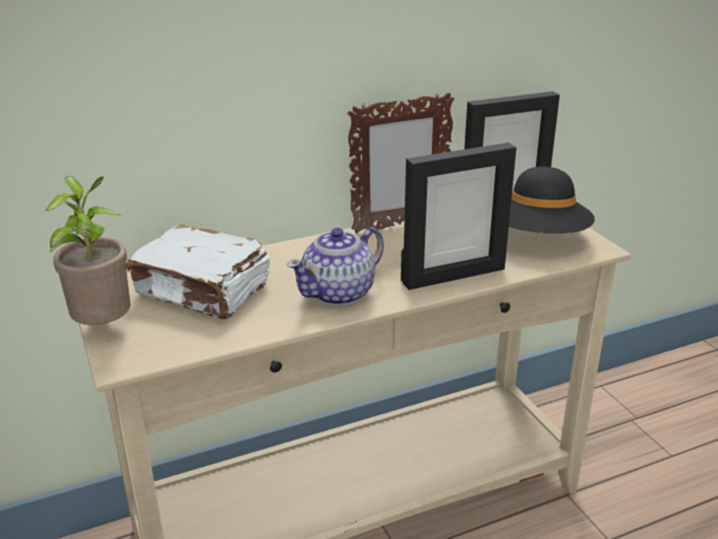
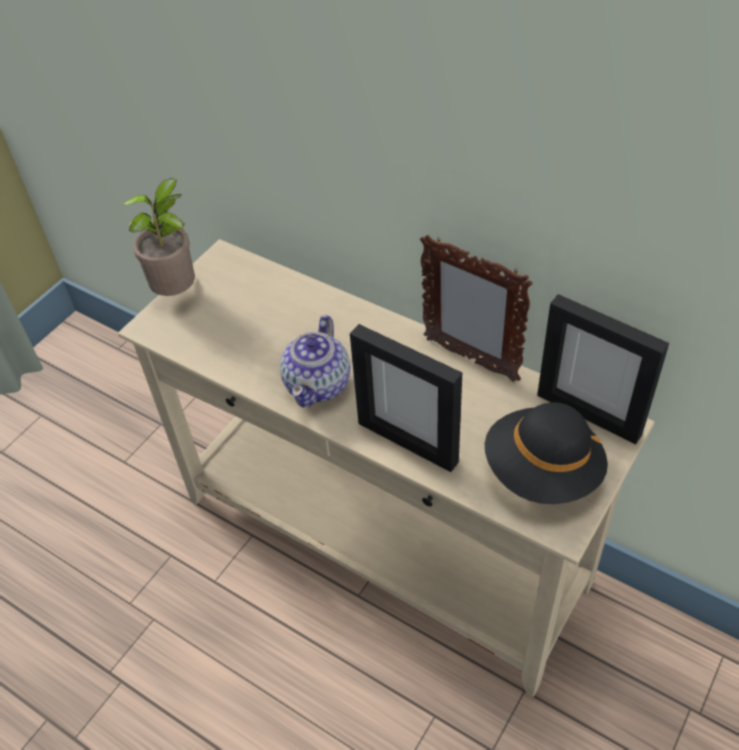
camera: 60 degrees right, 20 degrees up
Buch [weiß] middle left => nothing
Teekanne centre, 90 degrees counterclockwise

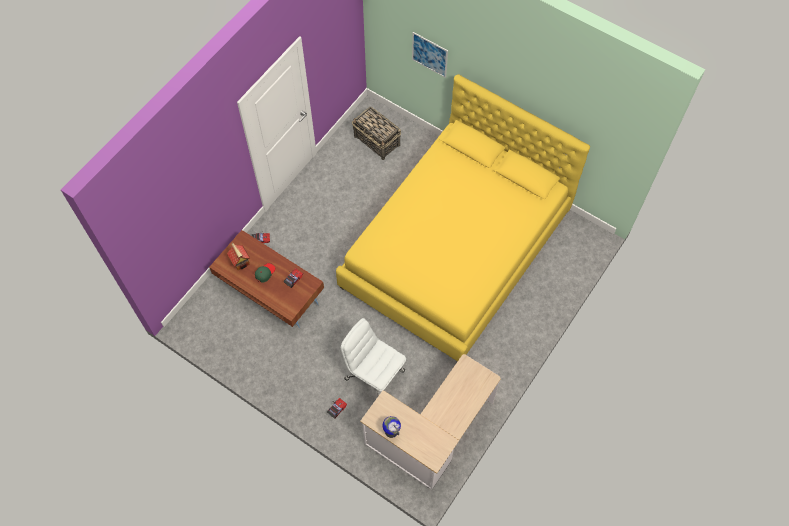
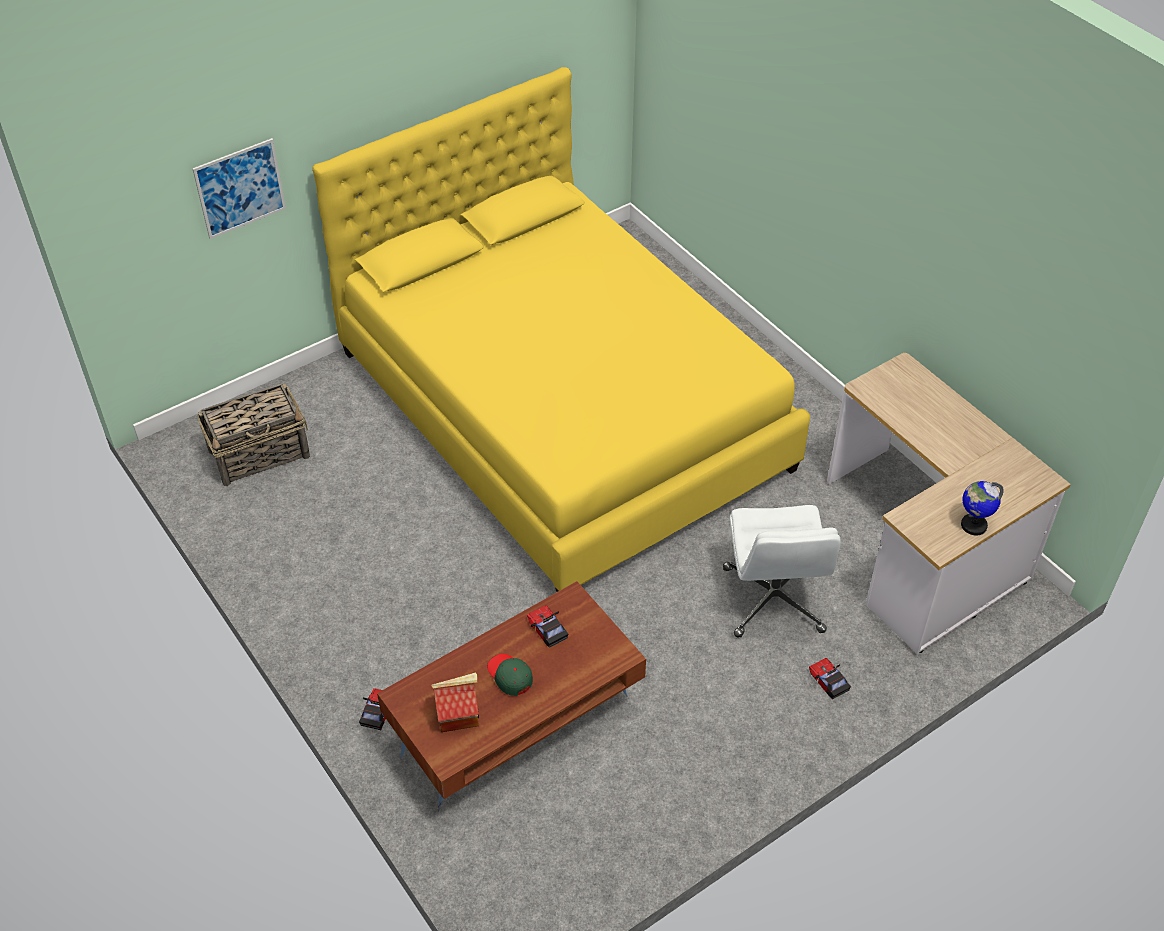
camera: 70 degrees left, 15 degrees down
Bürostuhl [weiß] bottom centre => Bürostuhl [weiß] middle right, 60 degrees counterclockwise

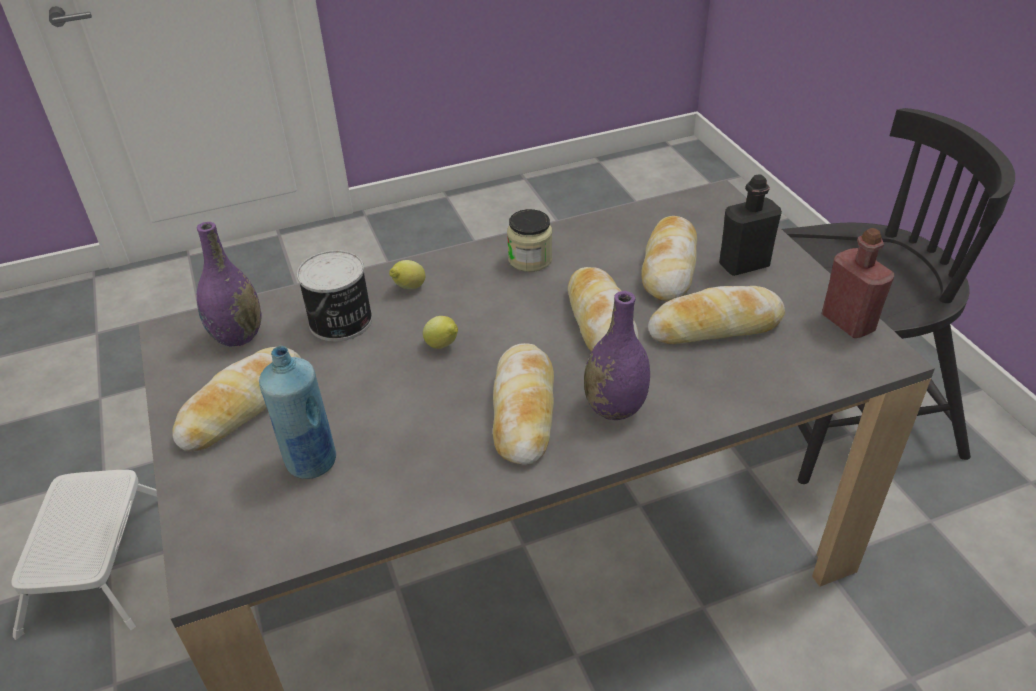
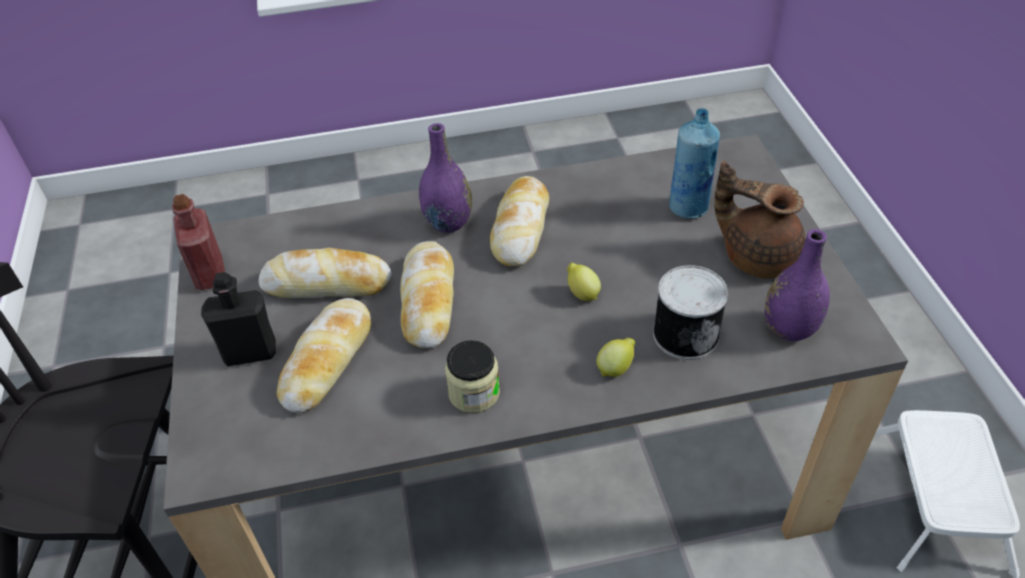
camera: 170 degrees left, 5 degrees up
Brot (1st from left) middle left => Teekanne [braun] middle right

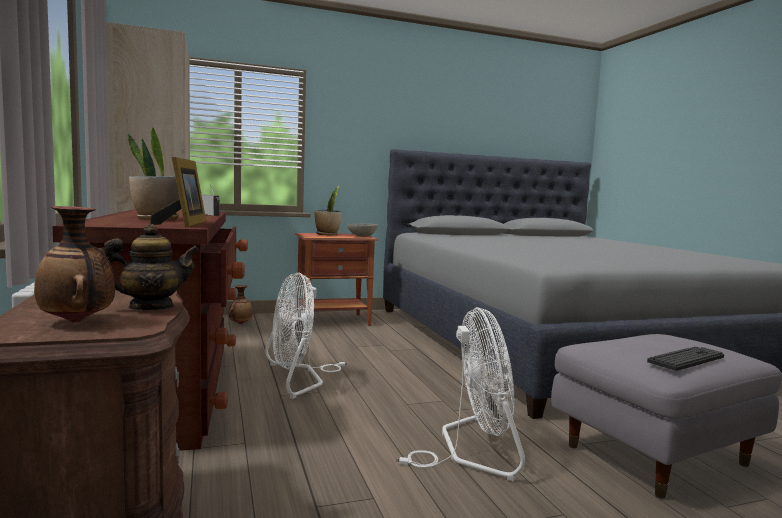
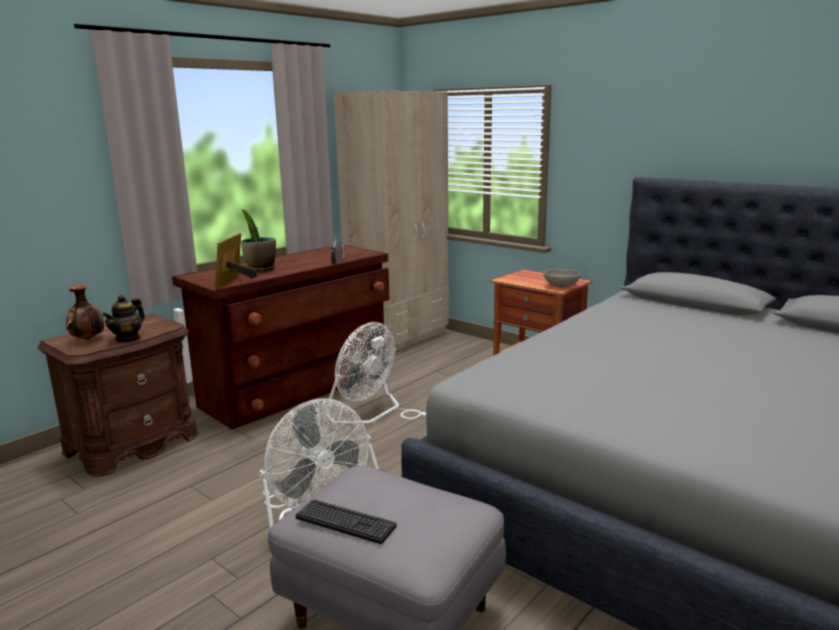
camera: 60 degrees right, 10 degrees up
Teekanne middle left, 75 degrees clockwise
Bilderrahmen middle left, 135 degrees clockwise
Vase (2nd from left) middle left => nothing
Topfpflanze (2nd from left) centre => nothing

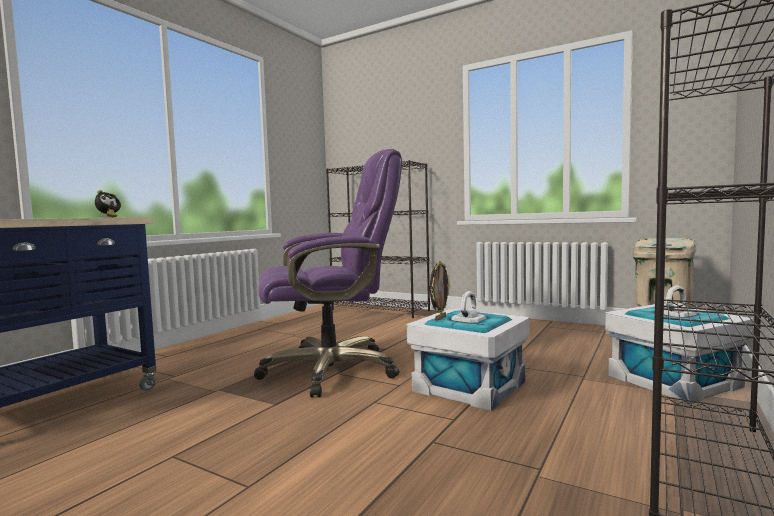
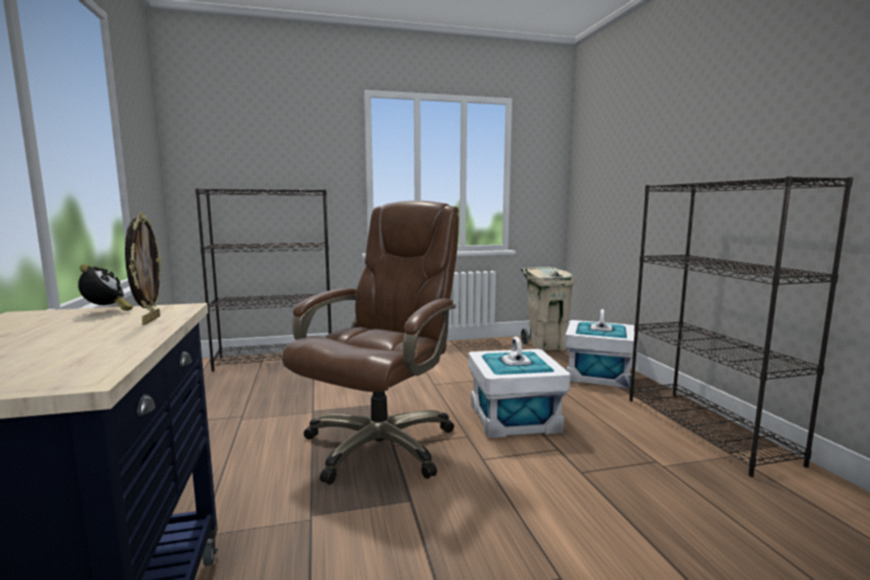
camera: 45 degrees left, 5 degrees up
Bürostuhl [lila] centre => Bürostuhl [braun] centre
Bilderrahmen centre => Bilderrahmen middle left, moved

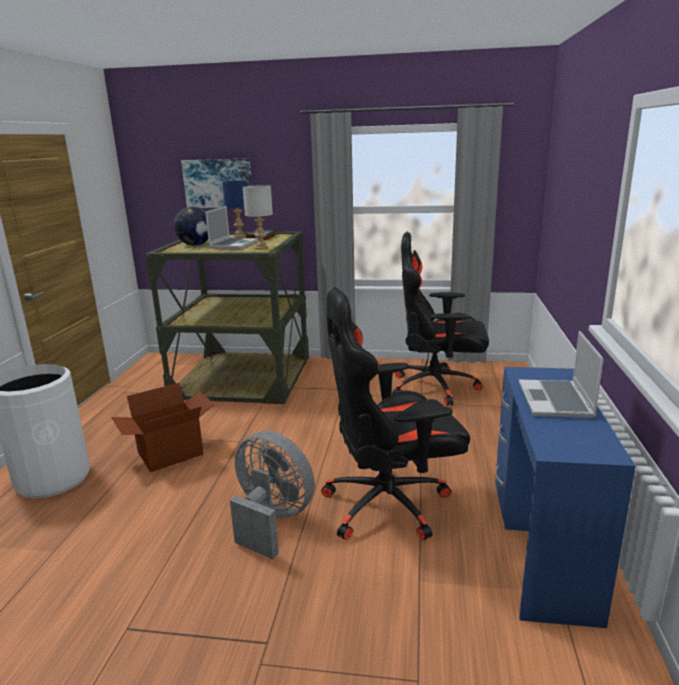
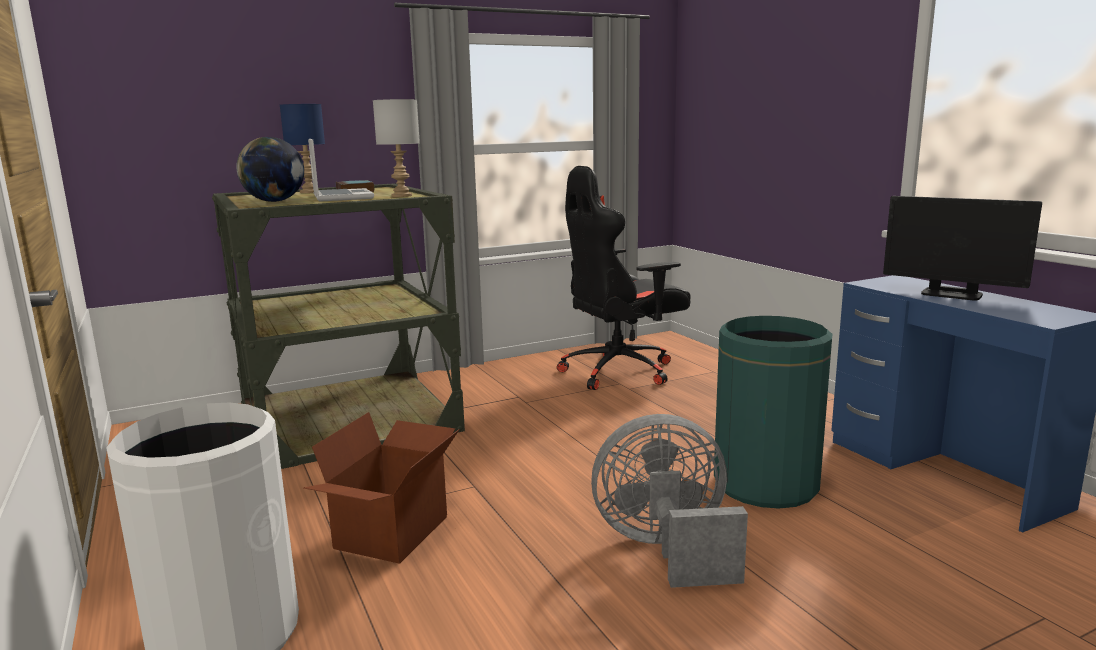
camera: 35 degrees left, 5 degrees down
Bild top left => nothing
Bürostuhl [schwarz] (1st from left) centre => Mülleimer [grün] middle right
Laptop (2nd from left) middle right => Monitor middle right

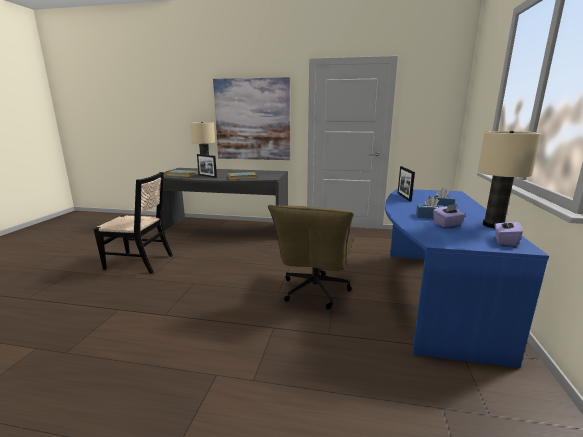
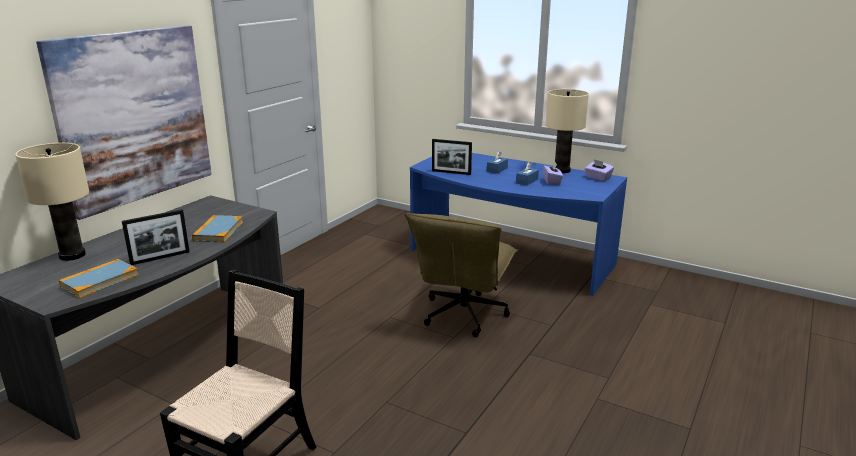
camera: 70 degrees left, 5 degrees up
Bürostuhl [beige] centre, 75 degrees clockwise

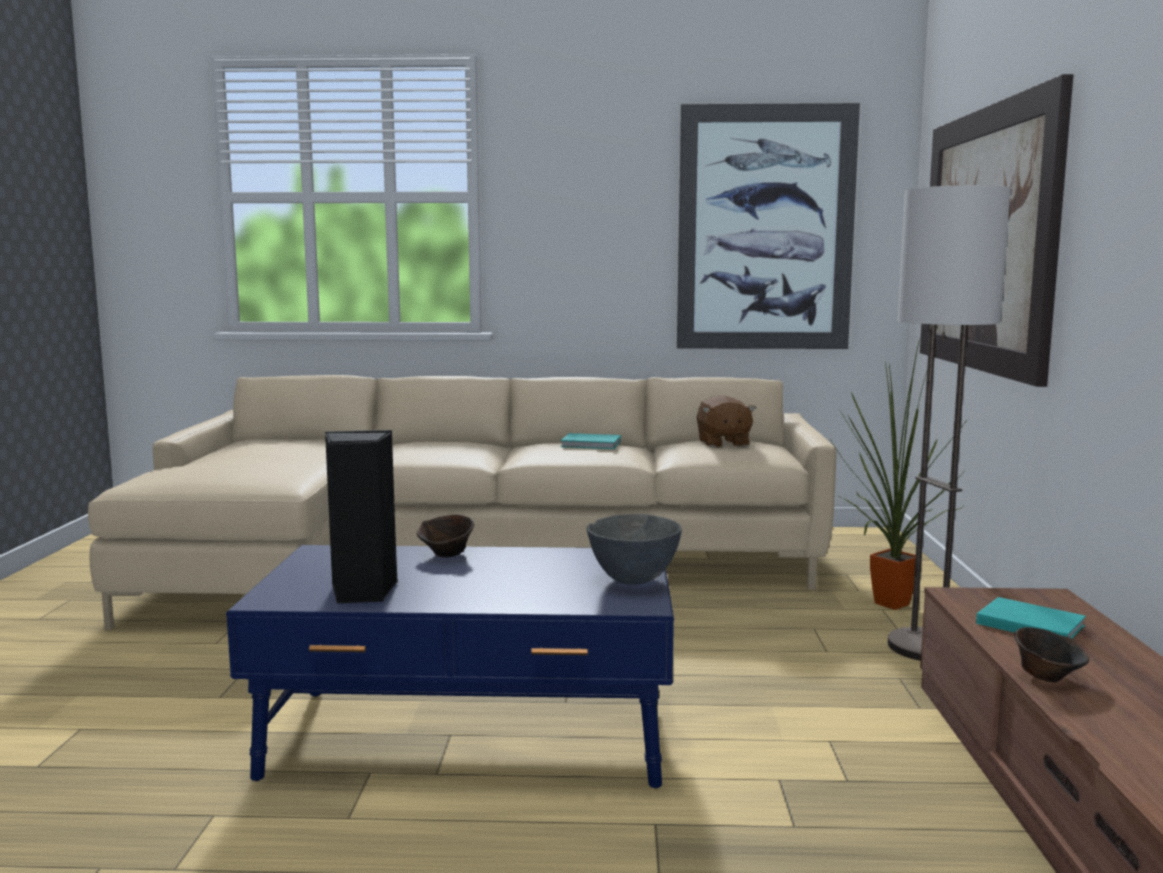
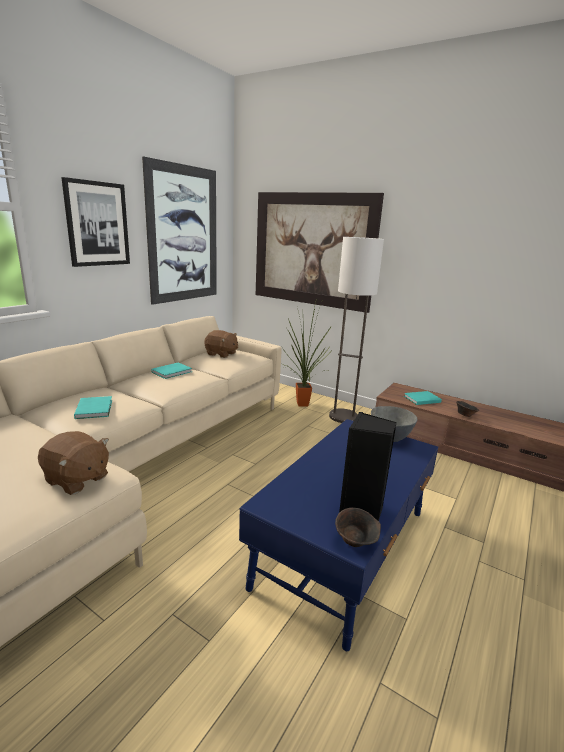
camera: 60 degrees left, 10 degrees up
Schüssel [braun] (1st from left) centre => Schüssel [braun] (1st from left) bottom centre, moved
nothing => Plüschtier [braun] (1st from left) middle left
nothing => Bild (1st from left) top left
nothing => Buch [türkis] (1st from left) middle left

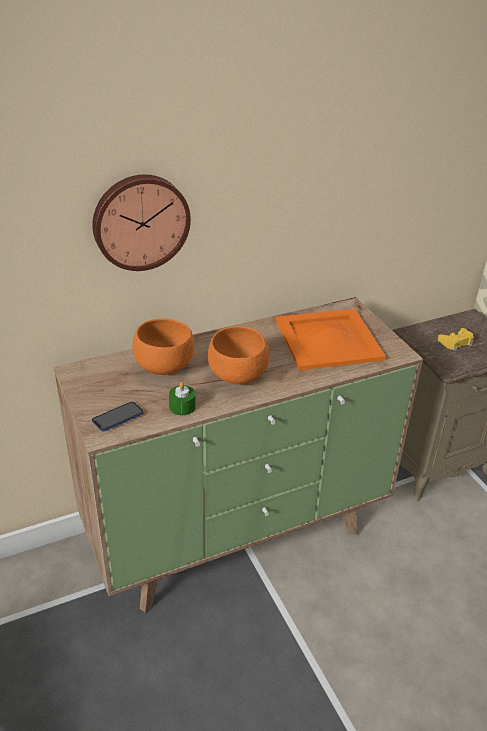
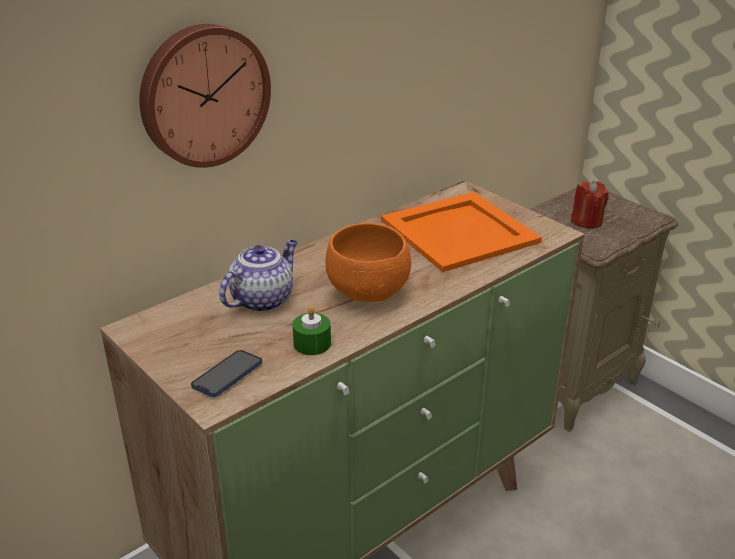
camera: 15 degrees left, 5 degrees down
Schüssel [orange] (1st from left) centre => Teekanne centre
Gamepad [gelb] middle right => Kerze [rot] middle right

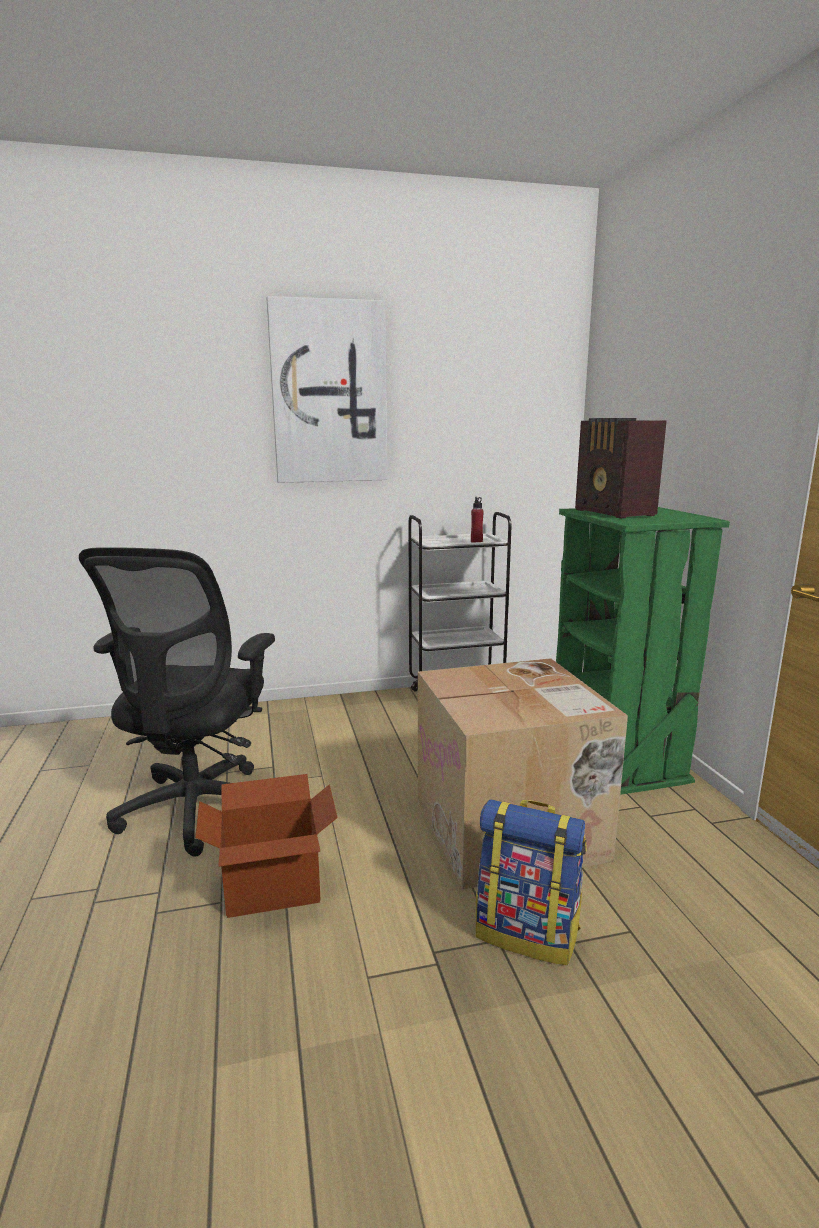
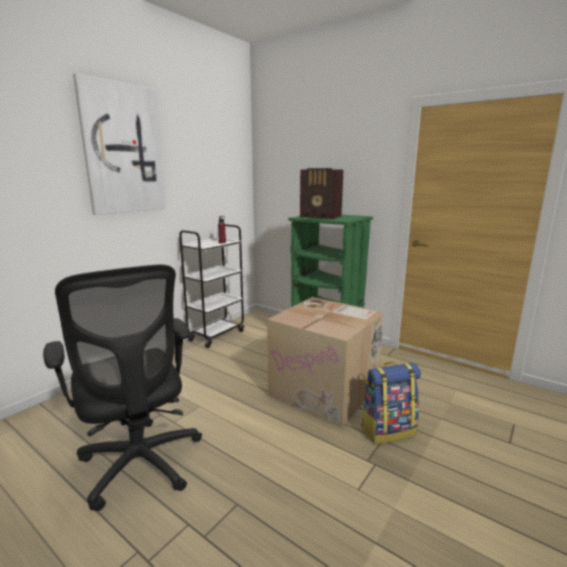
camera: 40 degrees left, 0 degrees up
Karton (1st from left) bottom left => nothing

